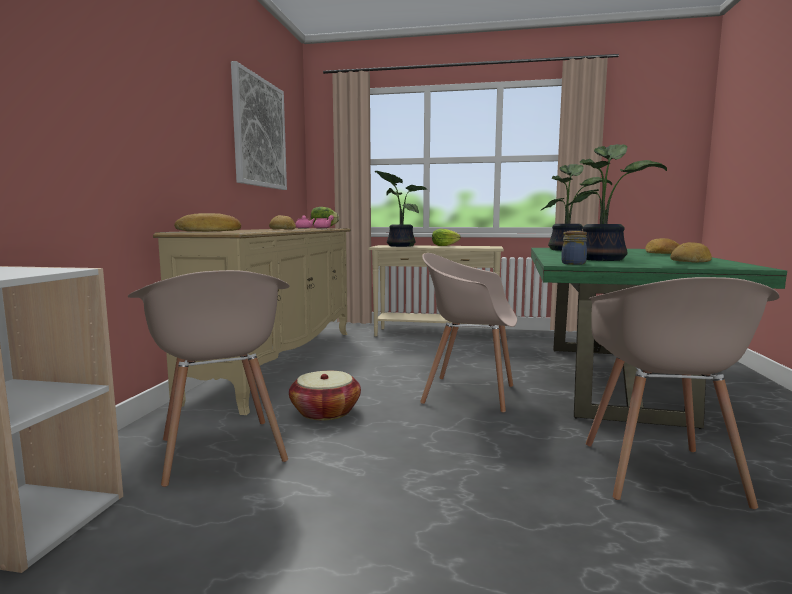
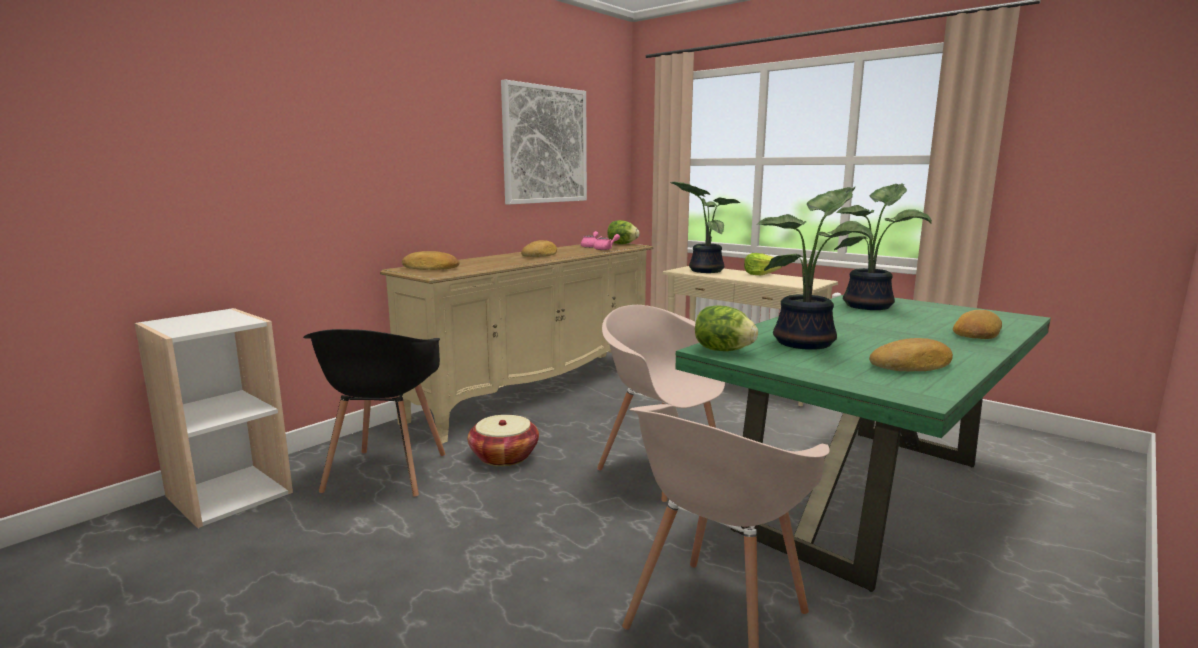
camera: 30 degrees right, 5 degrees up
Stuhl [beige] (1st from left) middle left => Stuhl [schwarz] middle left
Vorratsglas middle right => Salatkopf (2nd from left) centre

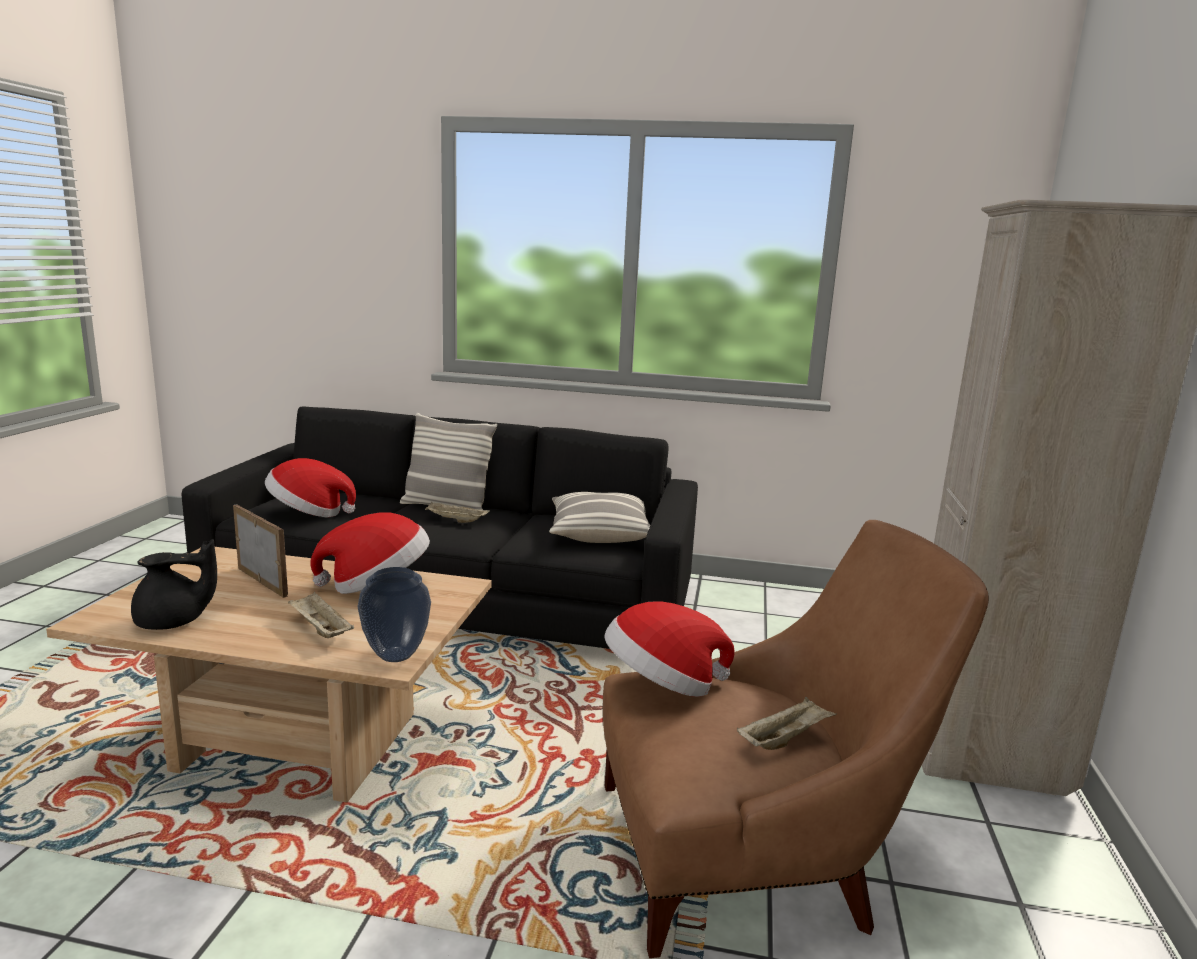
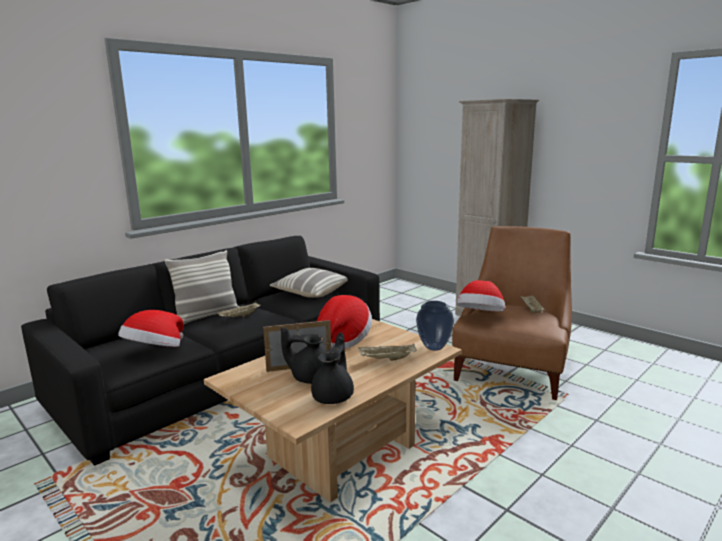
camera: 55 degrees left, 0 degrees up
nothing => Teekanne [schwarz] (1st from left) centre

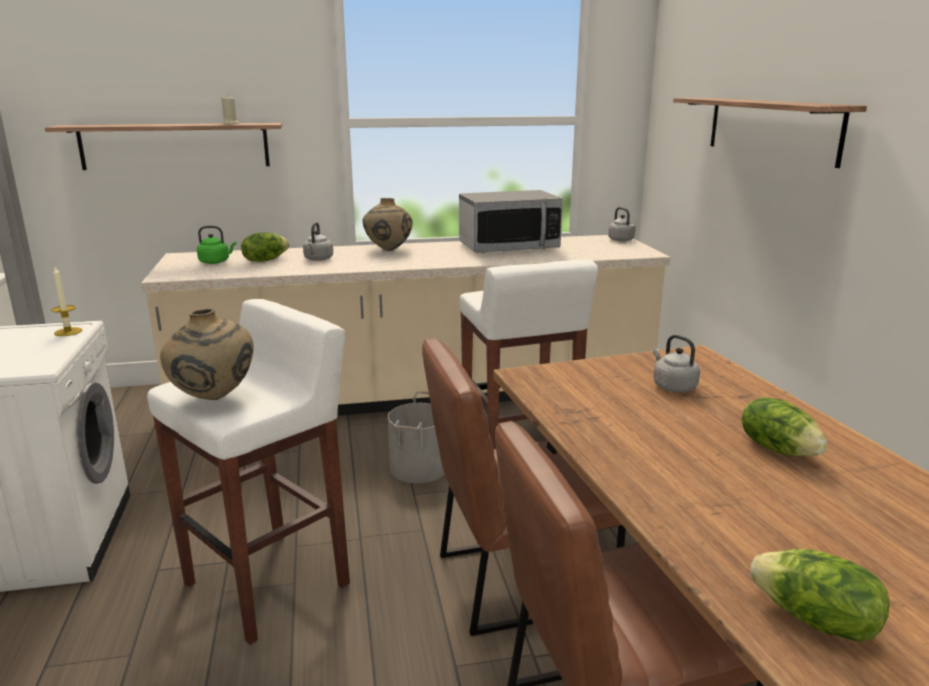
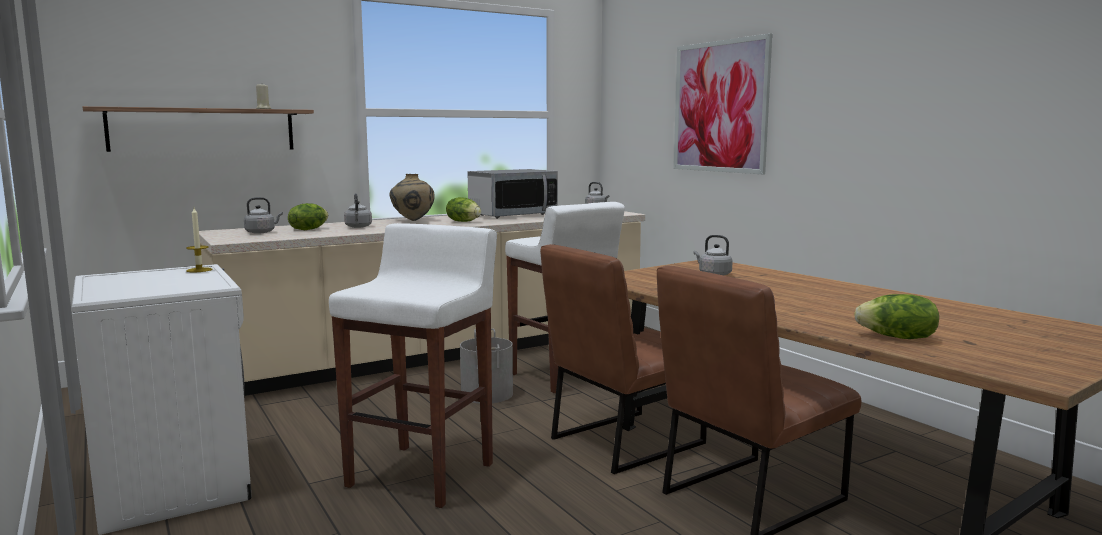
camera: 20 degrees left, 10 degrees down
Vase [beige] (1st from left) middle left => nothing
Wasserkessel [grün] middle left => Wasserkessel [grau] (1st from left) middle left
Wandregal (2nd from left) top right => Bild top centre
Salatkopf (2nd from left) middle right => Salatkopf (2nd from left) centre, moved

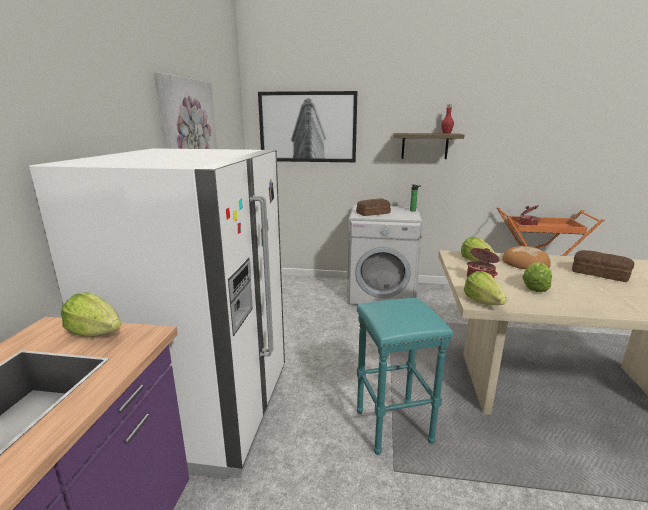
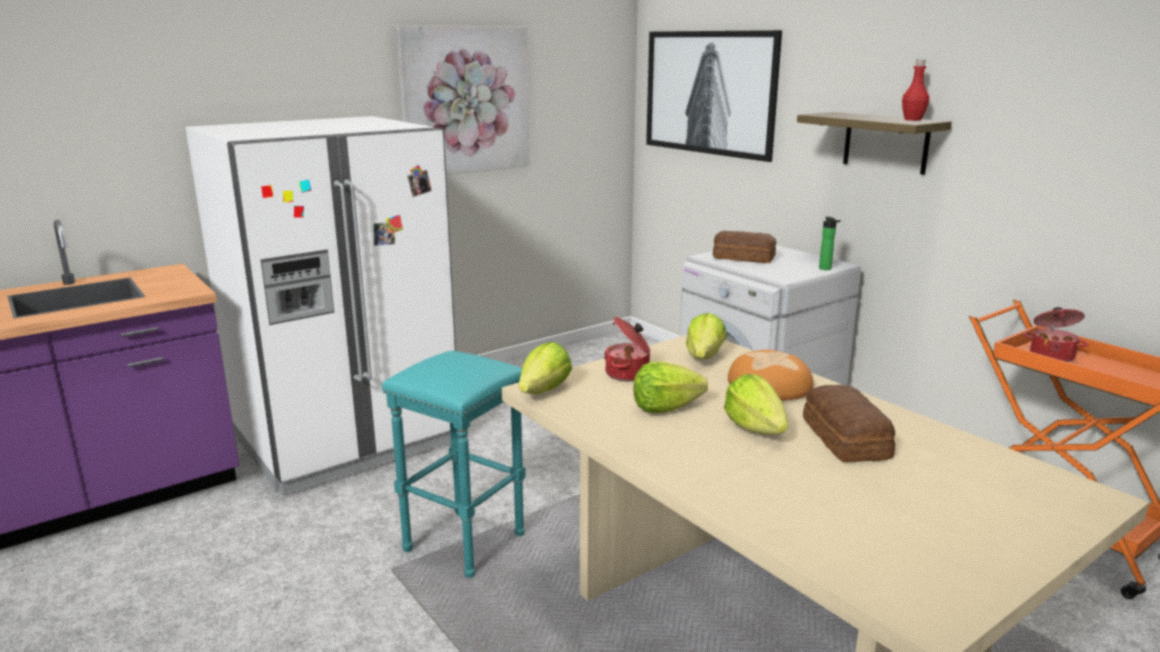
camera: 45 degrees right, 0 degrees up
Salatkopf (1st from left in the first image) middle left => Salatkopf (4th from left) centre, moved

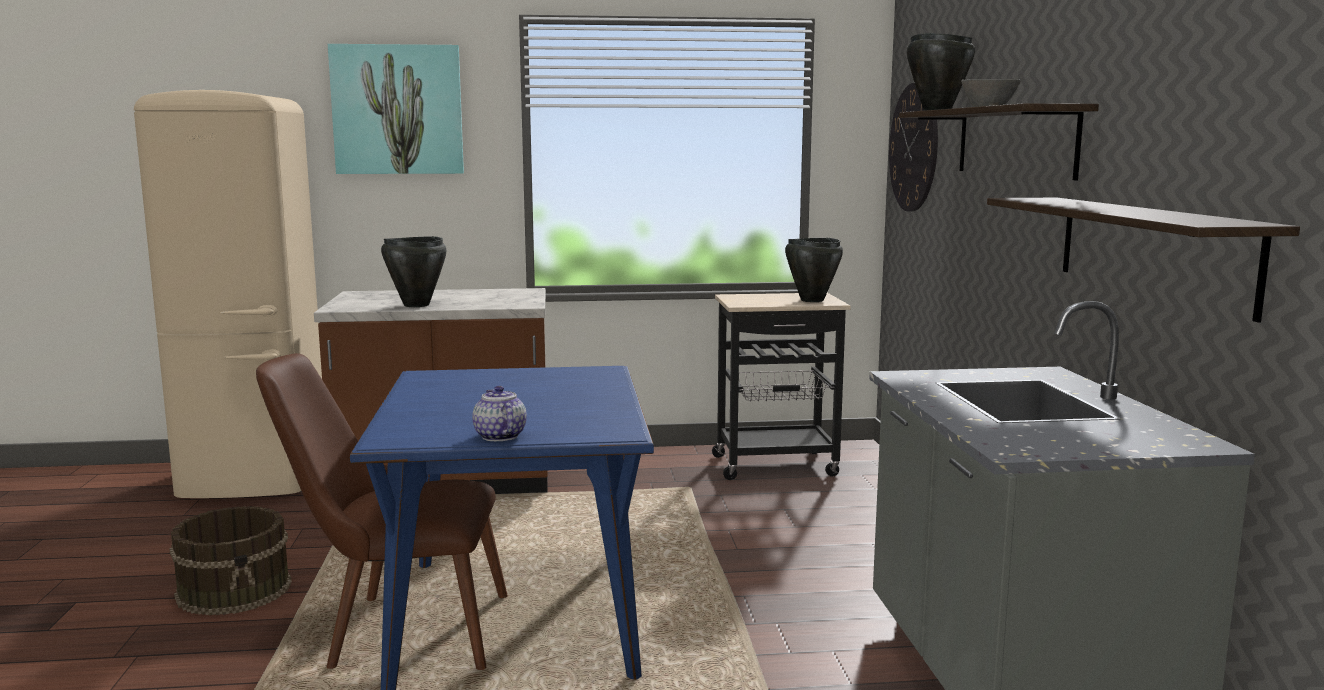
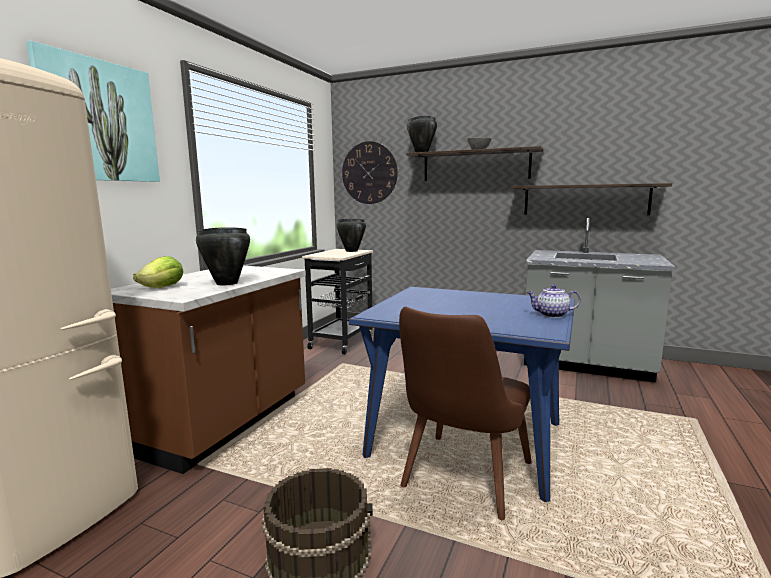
camera: 60 degrees left, 0 degrees up
nothing => Salatkopf middle left

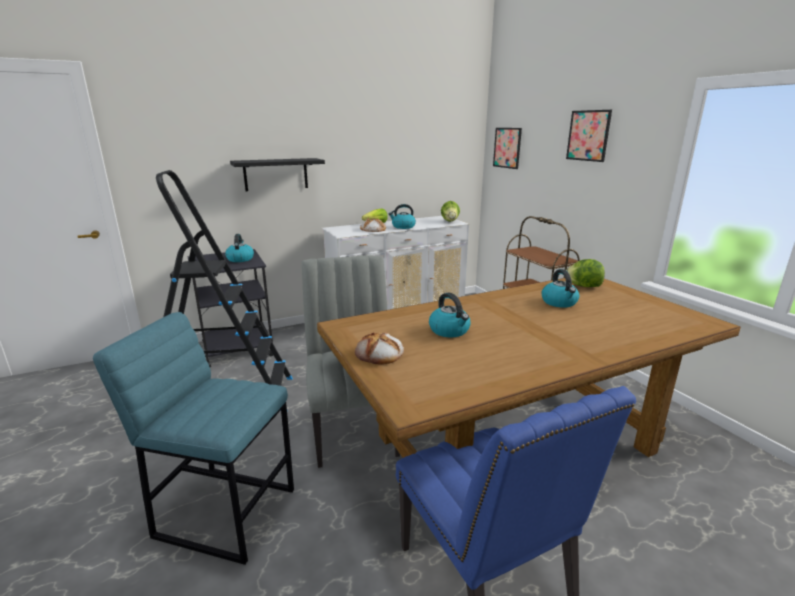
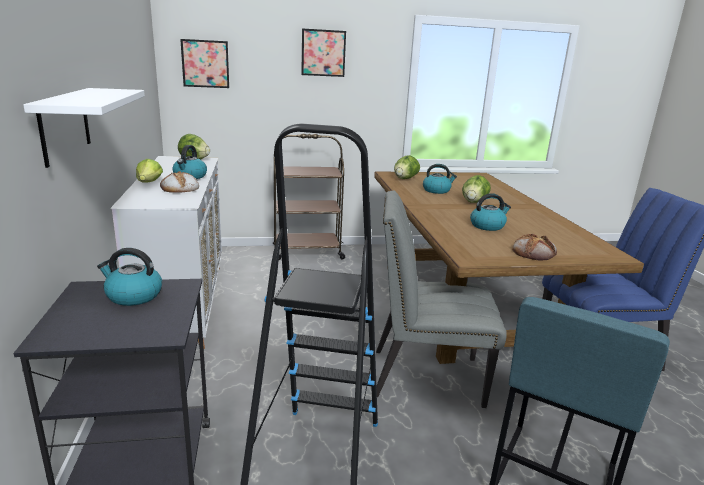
camera: 75 degrees left, 0 degrees up
Wandregal [schwarz] top centre => Wandregal [weiß] top left
nothing => Salatkopf (4th from left) middle right

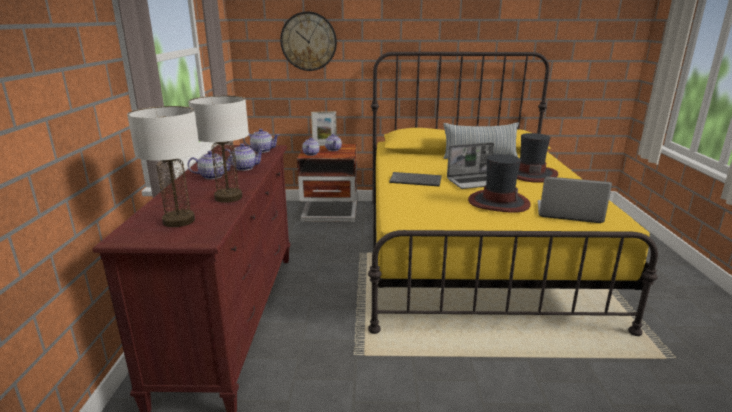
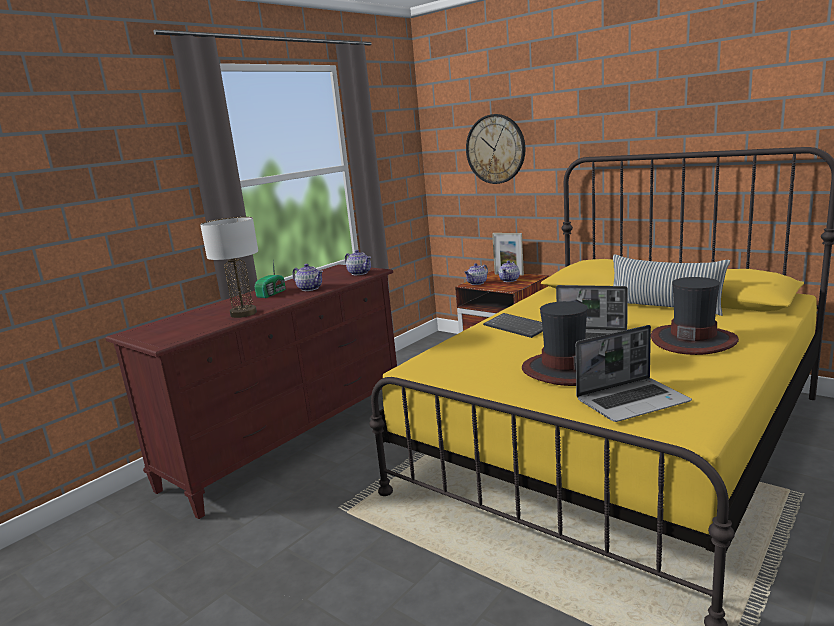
camera: 40 degrees right, 5 degrees down
Tischlampe (1st from left) middle left => nothing
Teekanne (1st from left) middle left => Radio middle left
Laptop (2nd from left) middle right, 105 degrees clockwise

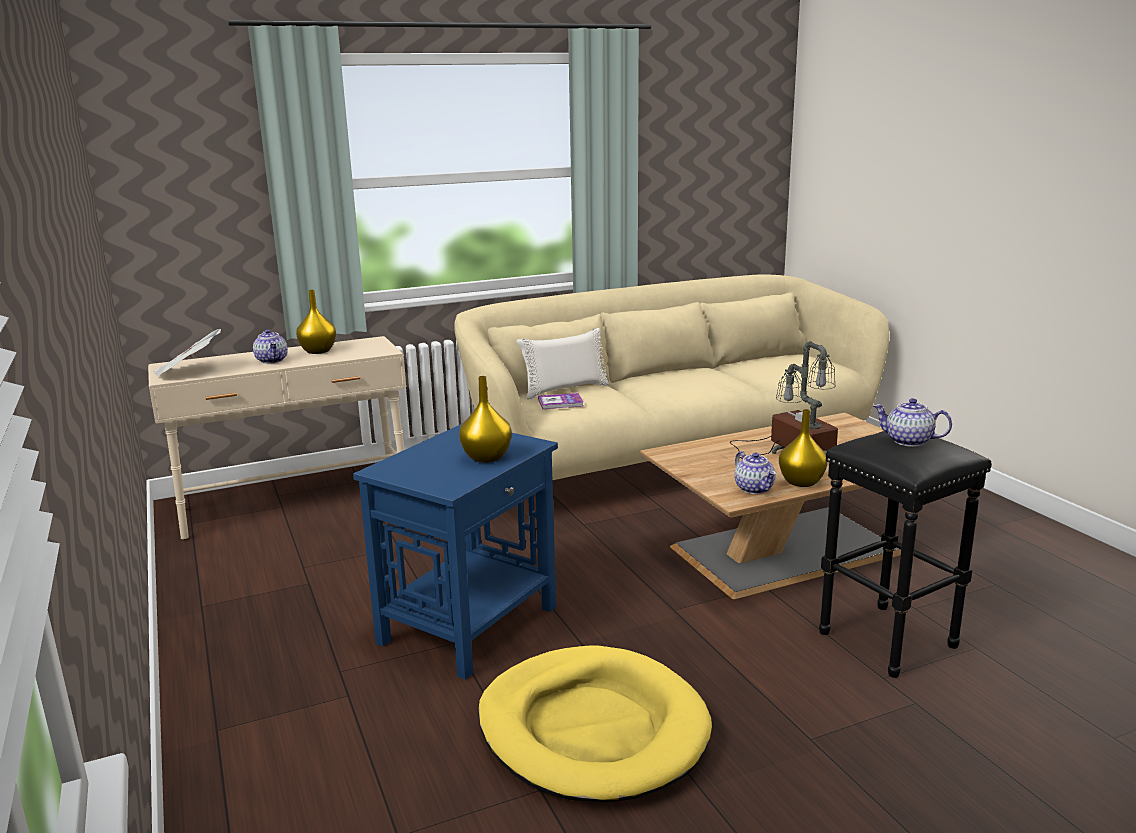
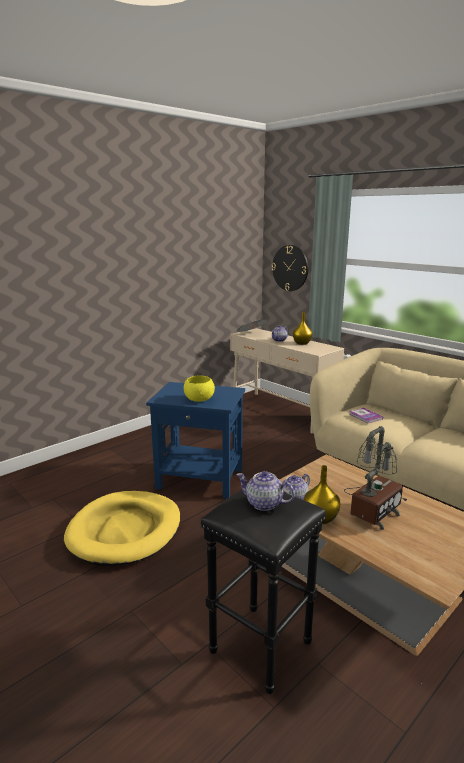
camera: 70 degrees right, 0 degrees up
Vase [gelb] (2nd from left) centre => Schüssel [gelb] centre
Kissen [weiß] centre => nothing
Teekanne (3rd from left in the first image) middle right => Teekanne (1st from left) centre, 75 degrees counterclockwise
nothing => Wanduhr centre

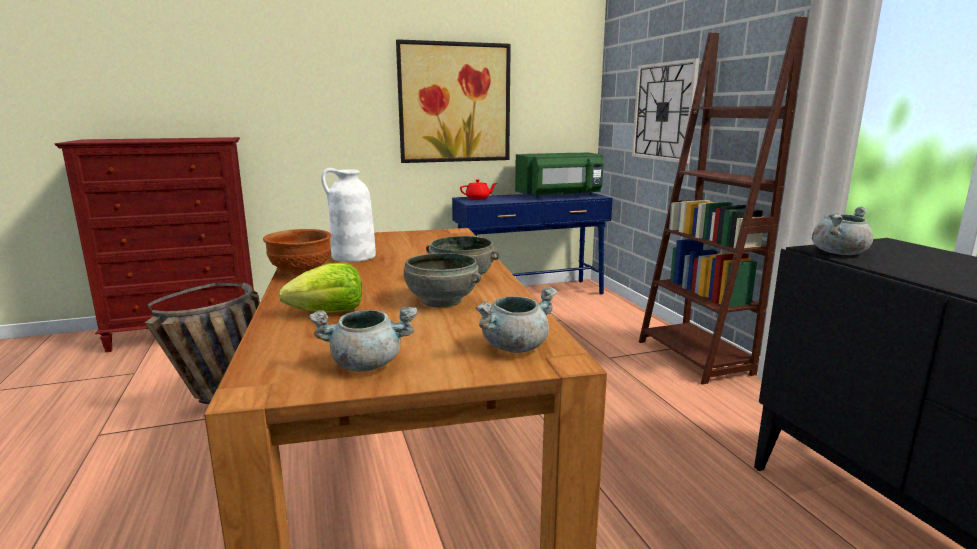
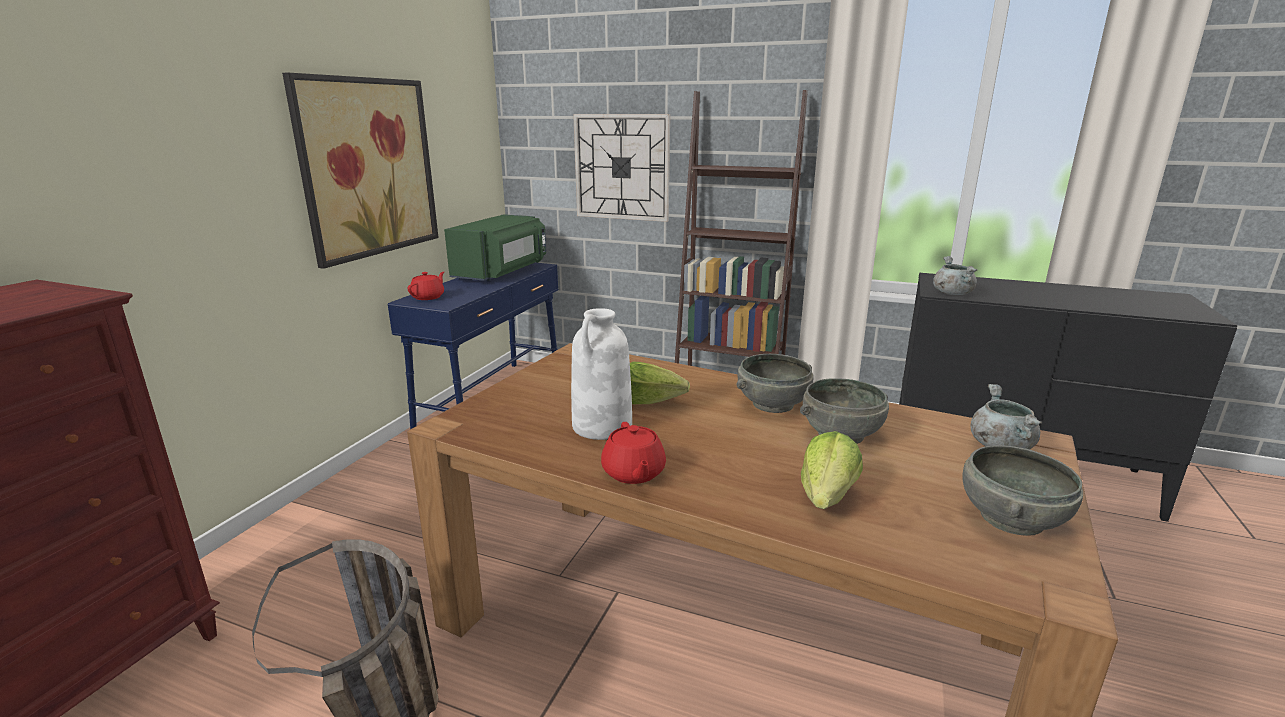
camera: 50 degrees left, 5 degrees up
Schüssel [braun] middle left => Teekanne [rot] (2nd from left) centre
Kochtopf [grau] (1st from left) centre => Schüssel [grau] (3rd from left) bottom right
nothing => Salatkopf (1st from left) centre

